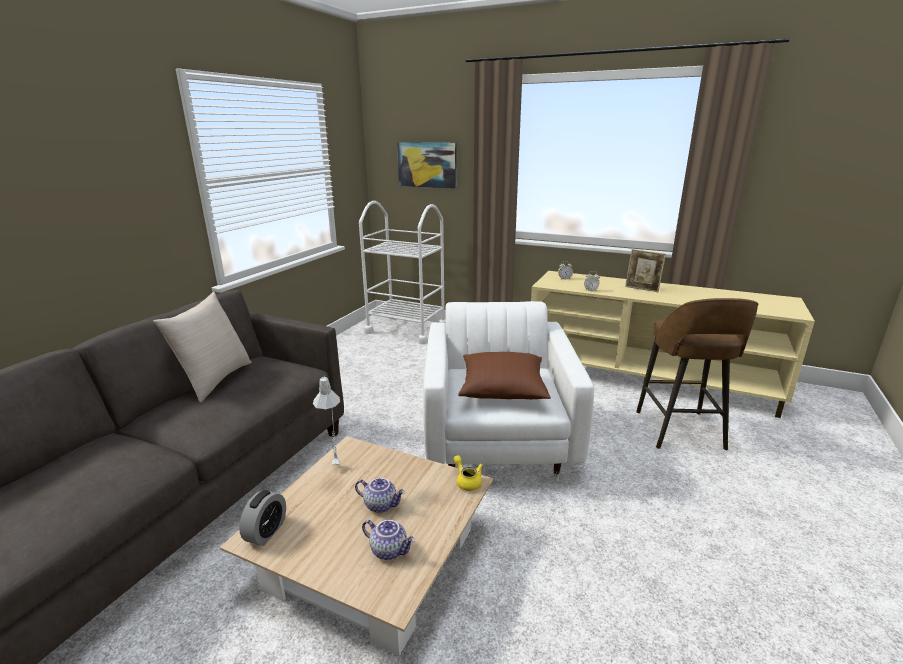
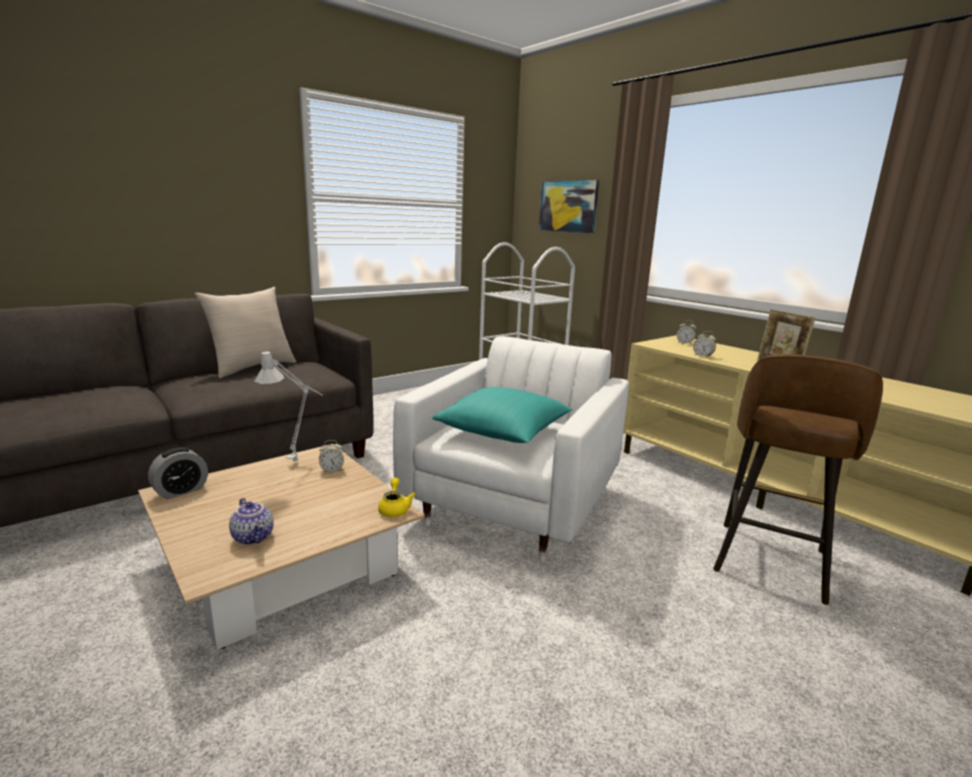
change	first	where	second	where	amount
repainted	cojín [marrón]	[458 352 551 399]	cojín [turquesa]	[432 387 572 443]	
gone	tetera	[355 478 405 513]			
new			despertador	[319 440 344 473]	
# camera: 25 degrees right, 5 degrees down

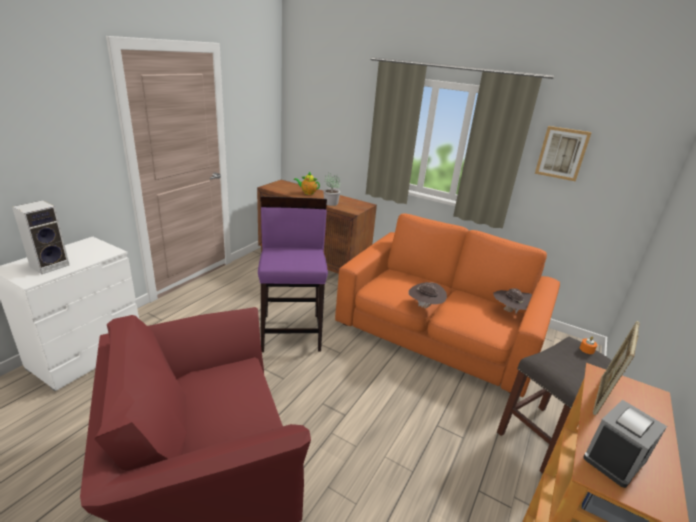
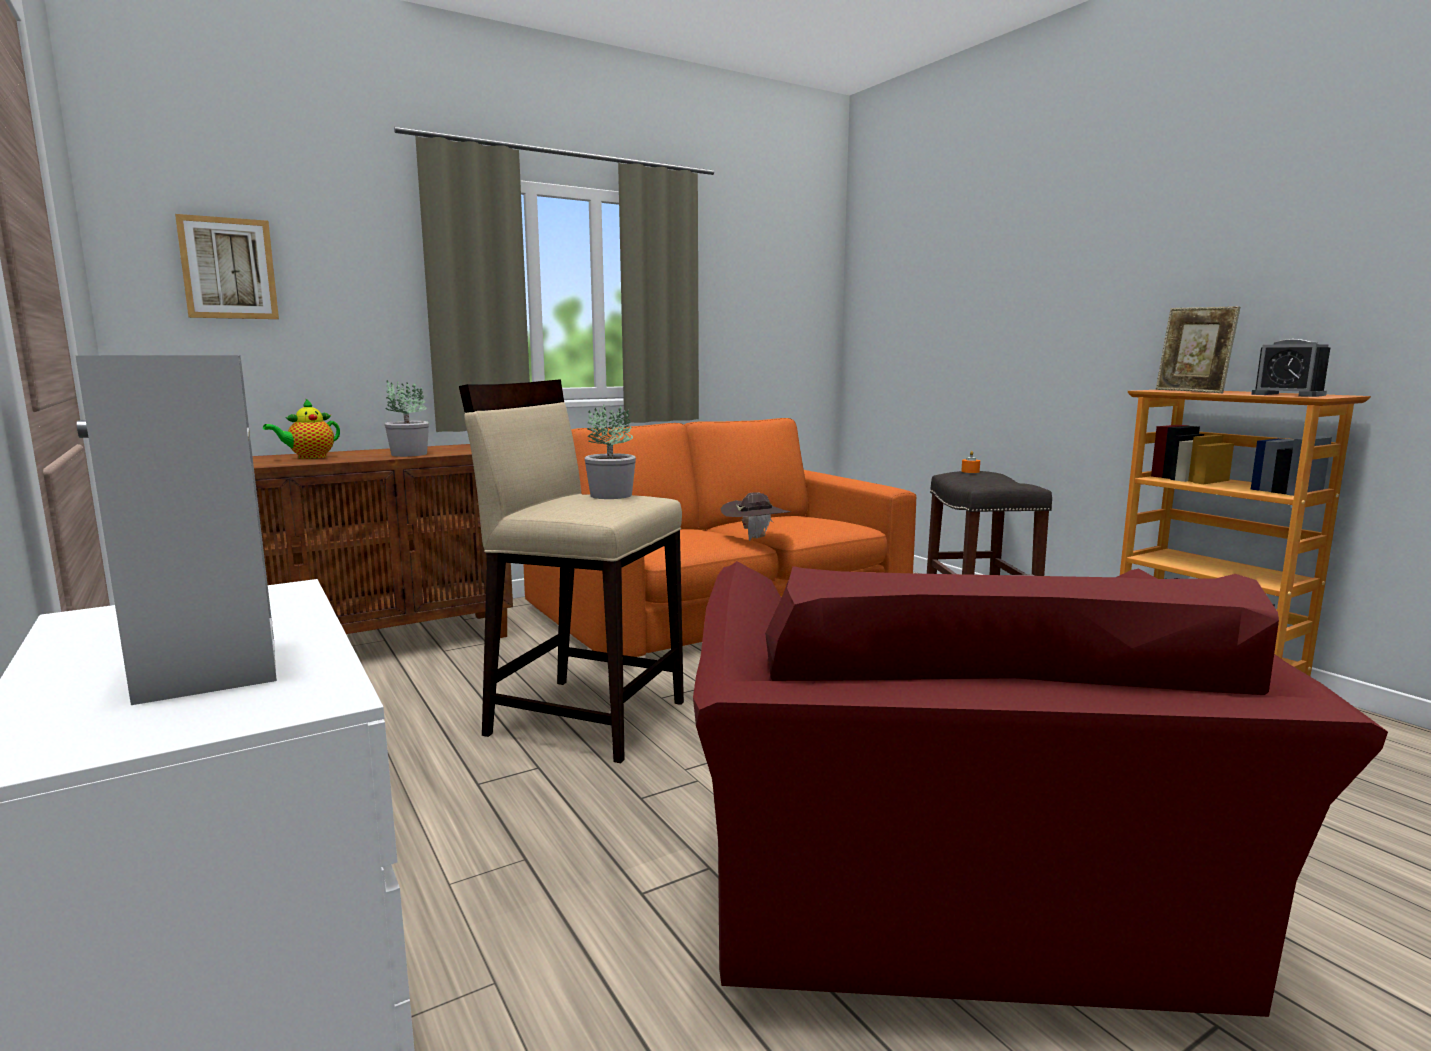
change	first	where	second	where	amount
shifted	cuadro	[535 126 592 181]		[175 214 279 319]	
repainted	taburete [morado]	[258 196 328 352]	taburete [beis]	[459 379 684 763]	
gone	sombrero [marrón]	[493 288 532 314]			
rotated	despertador	[583 400 667 488]		[1251 339 1330 397]	150 degrees clockwise
new			planta en maceta	[584 404 636 499]	
# camera: 60 degrees left, 15 degrees down

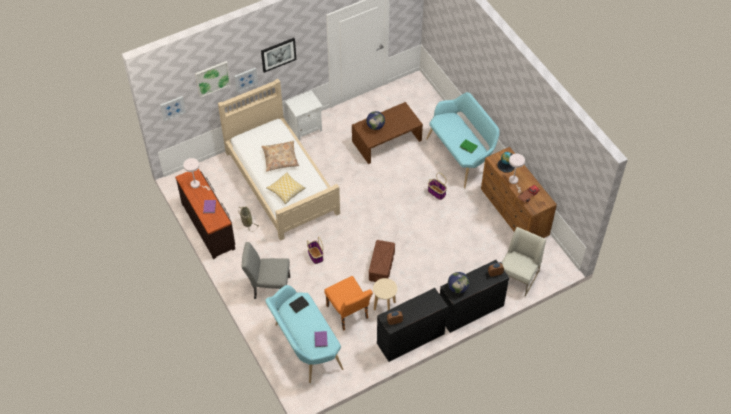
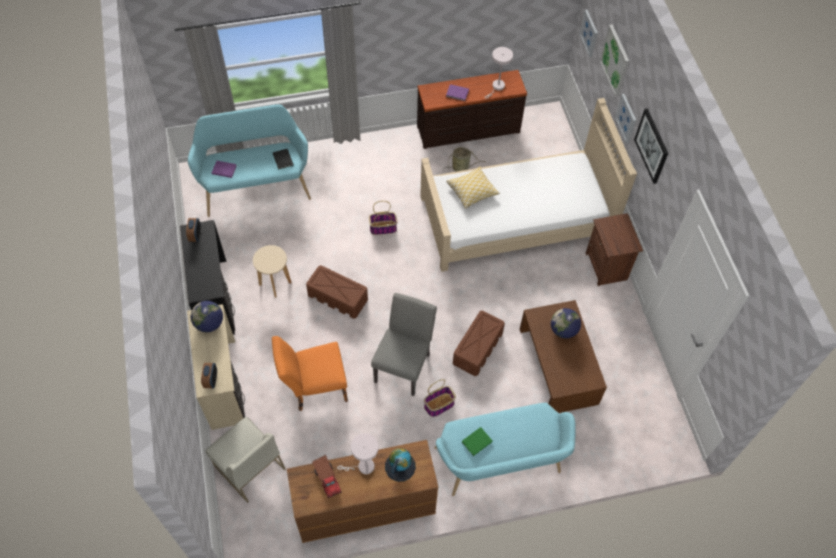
change	first	where	second	where	amount
repainted	mesita de noche [blanco]	[285 90 322 141]	mesita de noche [marrón]	[586 213 643 287]	
gone	cojín [beis]	[261 141 299 172]			
shifted	silla [gris]	[242 242 290 299]		[371 293 437 396]	
repainted	escritorio [negro]	[440 260 509 333]	escritorio [beis]	[187 304 245 430]	
shifted	silla [naranja]	[325 276 373 331]		[272 336 348 411]	
new			caja de almacenaje [marrón]	[453 311 505 376]	
# camera: 105 degrees right, 5 degrees up

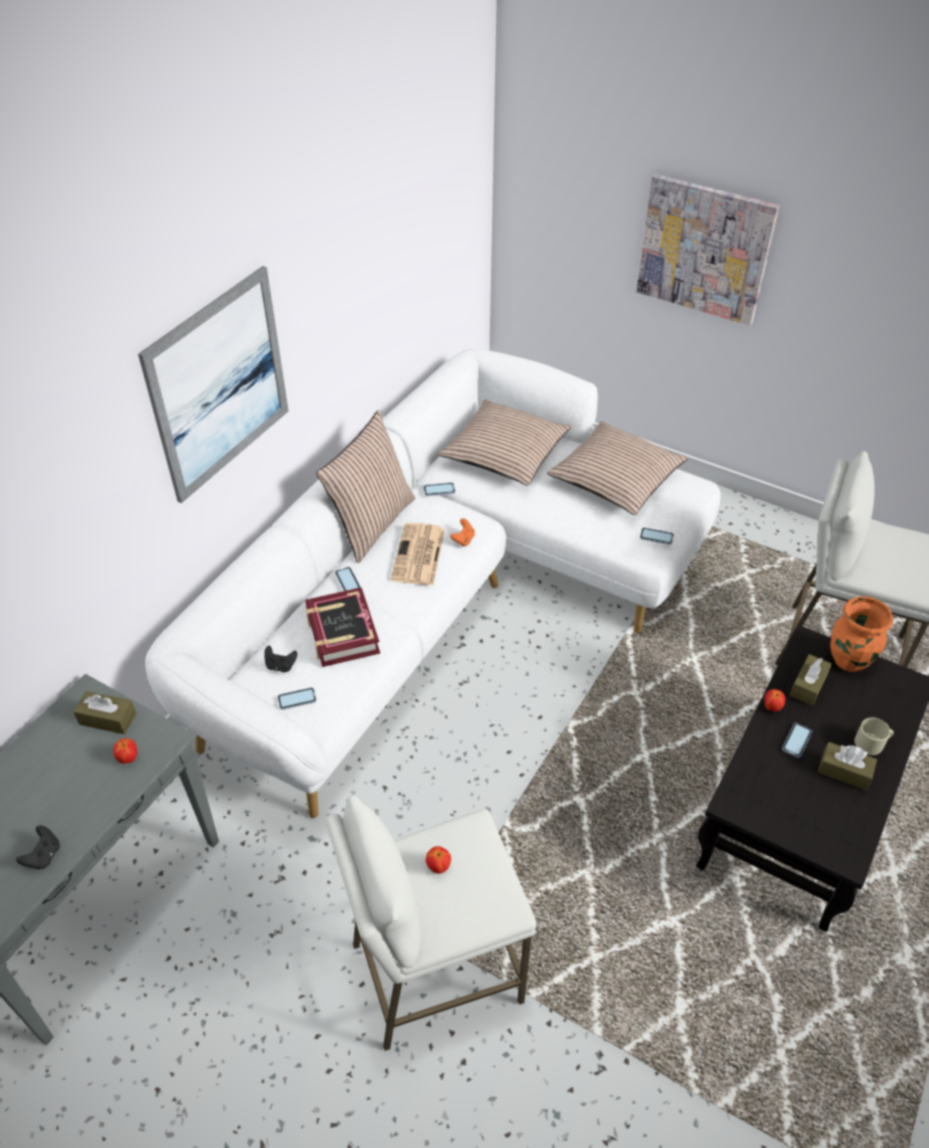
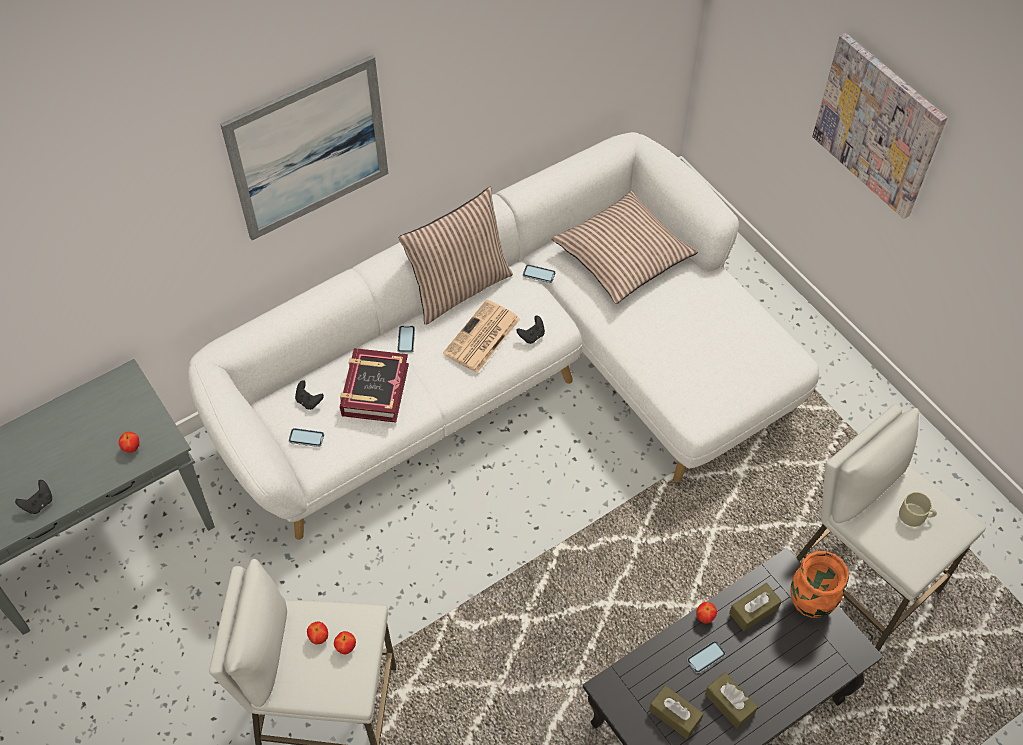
change	first	where	second	where	amount
gone	cojín	[547 421 688 515]			
repainted	mando de consola [naranja]	[450 518 475 547]	mando de consola [negro]	[516 315 545 344]	
gone	móvil	[640 528 674 545]			
shifted	caja de pañuelos [marrón]	[73 691 137 734]		[649 685 704 739]	
shifted	taza grande [beis]	[854 718 894 755]		[899 492 937 527]	
new			manzana	[334 631 356 654]	
# camera: 25 degrees right, 10 degrees up

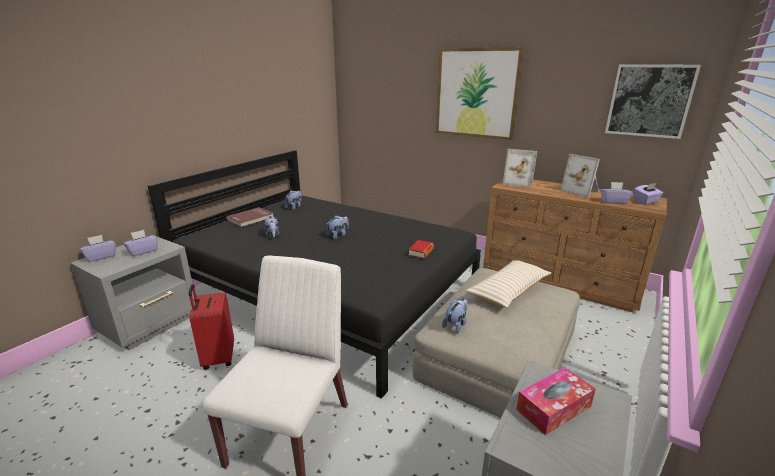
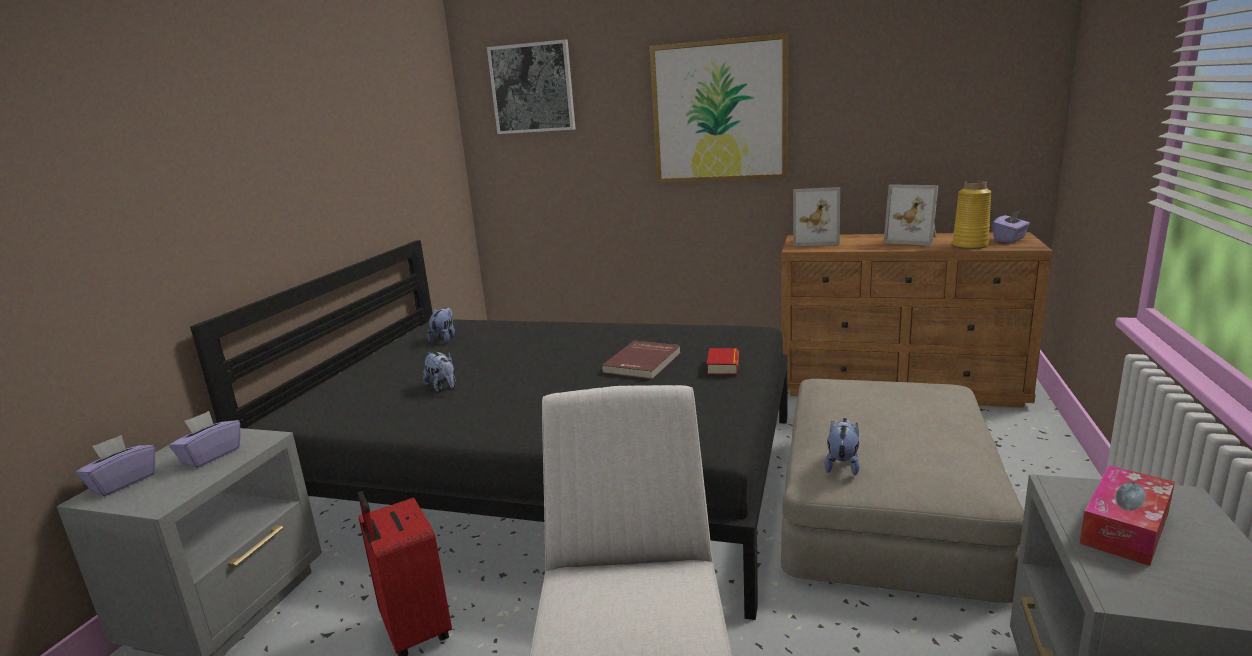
change	first	where	second	where	amount
shifted	cuadro	[605 64 701 139]		[487 39 576 134]	
swapped	caja de pañuelos [morado]	[600 182 633 204]	florero [amarillo]	[952 181 991 249]	
shifted	libro [rojo]	[226 207 273 227]		[601 341 681 379]	
gone	peluche	[326 215 349 239]			
gone	cojín [beis]	[466 260 551 308]			
# camera: 15 degrees left, 5 degrees down

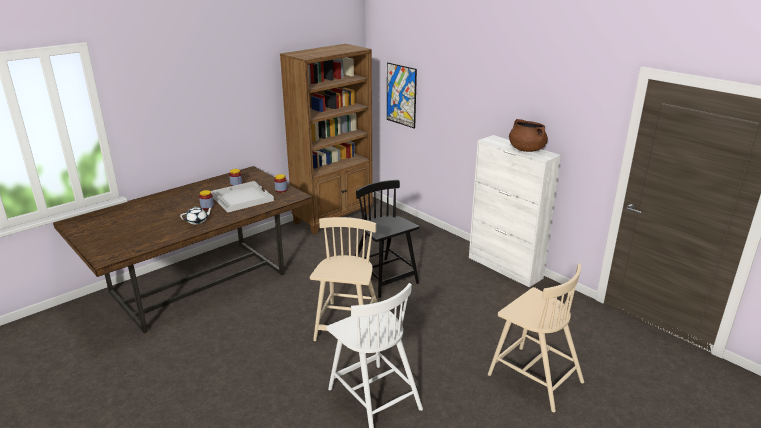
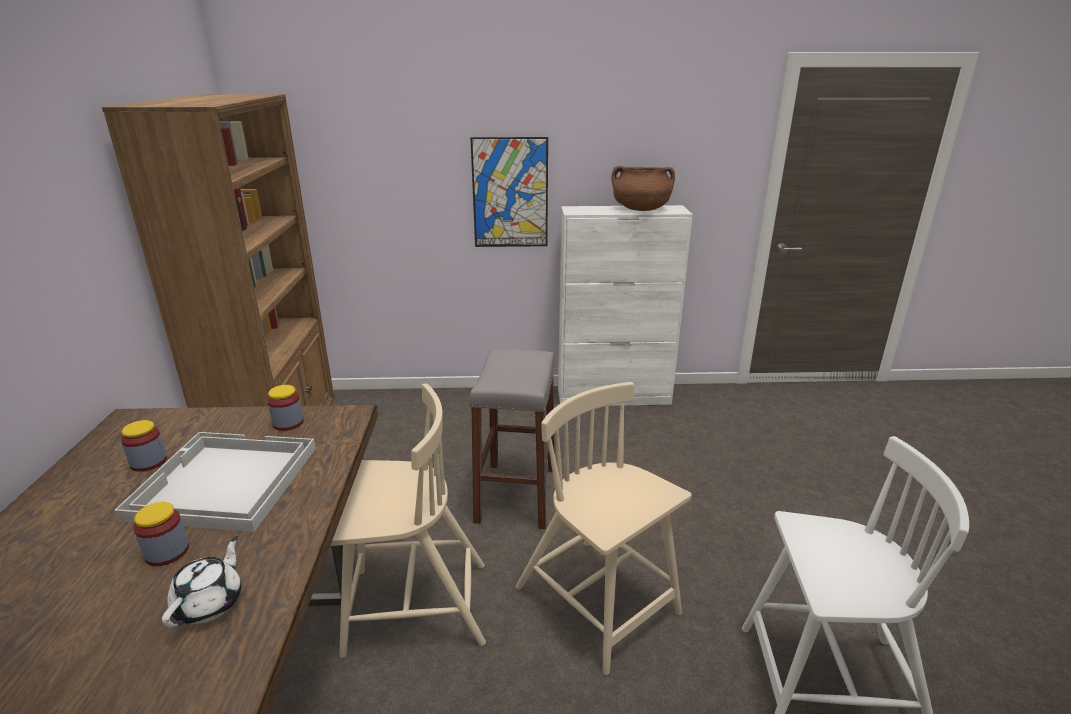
change	first	where	second	where	amount
shifted	cuadro	[387 62 417 129]		[470 137 548 247]	
swapped	silla [negro]	[355 180 419 298]	taburete [gris]	[469 349 555 529]	
shifted	silla [beis]	[488 263 584 413]		[331 383 486 658]	
# camera: 50 degrees left, 0 degrees up

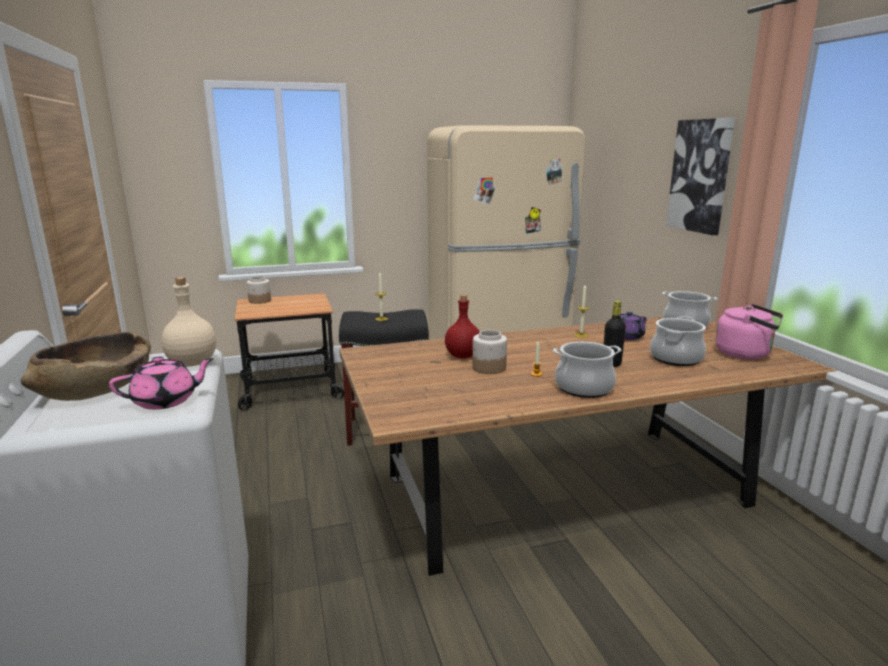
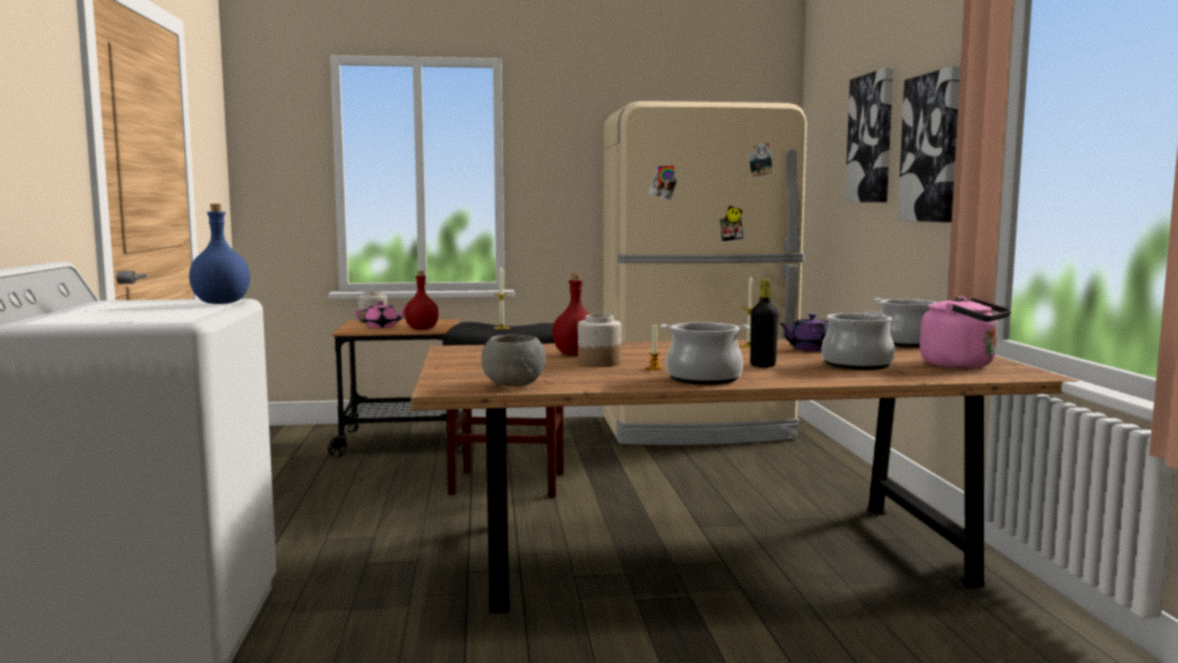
change	first	where	second	where	amount
repainted	botella [beis]	[161 277 216 367]	botella [azul]	[189 204 250 304]	
gone	cuenco [marrón]	[21 332 151 401]			
shifted	tetera [rosa]	[109 356 214 410]		[356 301 406 328]	
new			cuadro	[845 68 893 202]	
new			botella [rojo]	[404 271 439 330]	
new			cuenco [gris]	[482 334 546 387]	
# camera: 10 degrees right, 10 degrees down

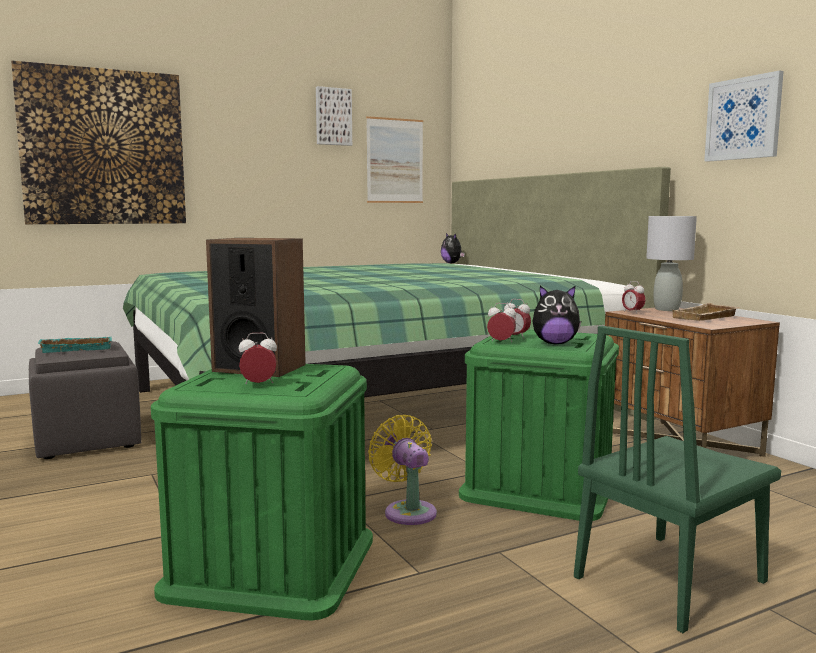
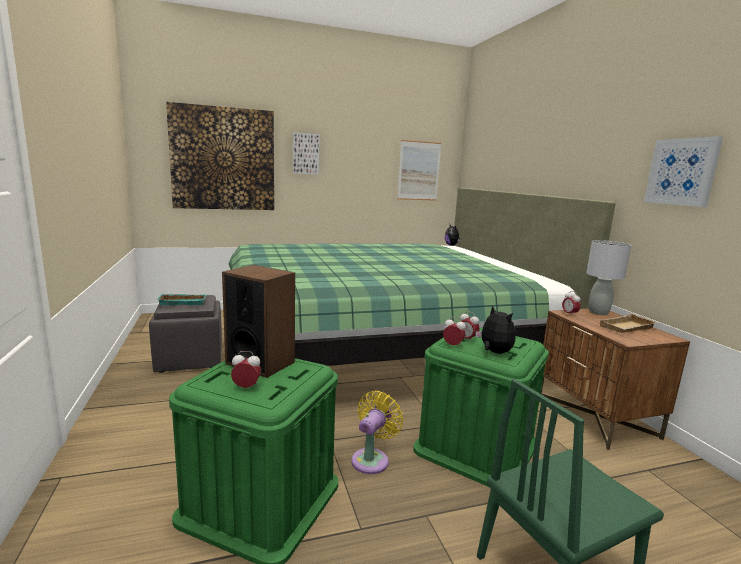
change	first	where	second	where	amount
shifted	cuadro	[316 86 352 146]		[293 132 320 175]	
rotated	peluche	[533 286 581 344]		[476 306 516 354]	135 degrees counterclockwise
rotated	ventilador [amarillo]	[368 415 437 525]		[351 391 403 474]	45 degrees clockwise
# camera: 10 degrees right, 5 degrees up

